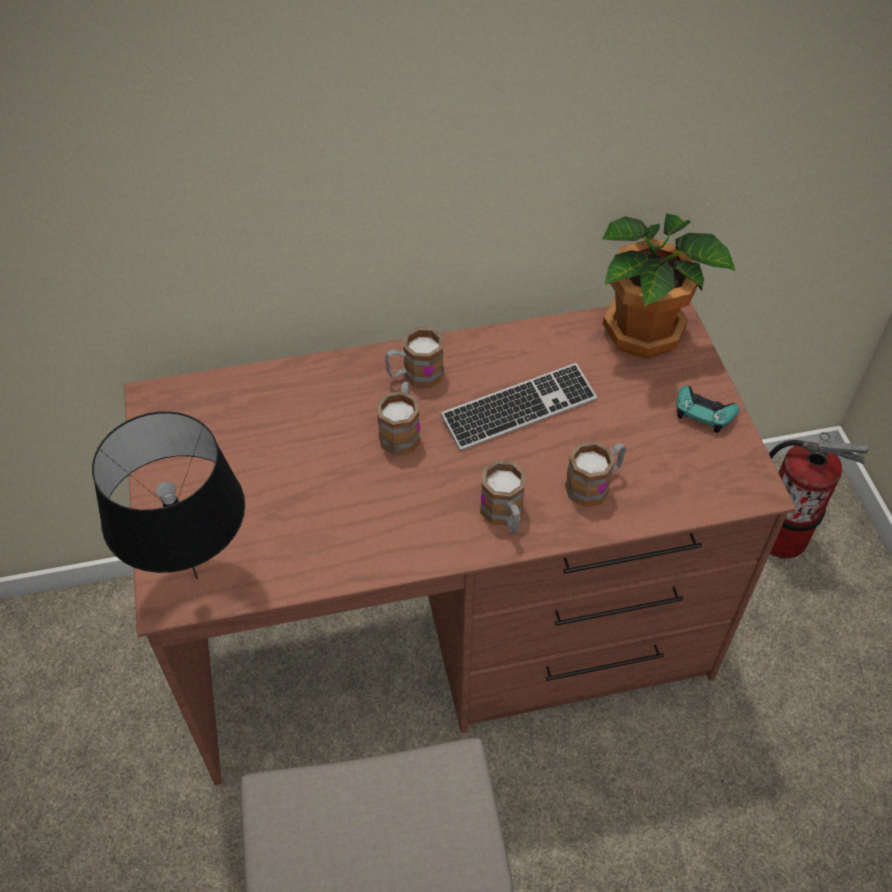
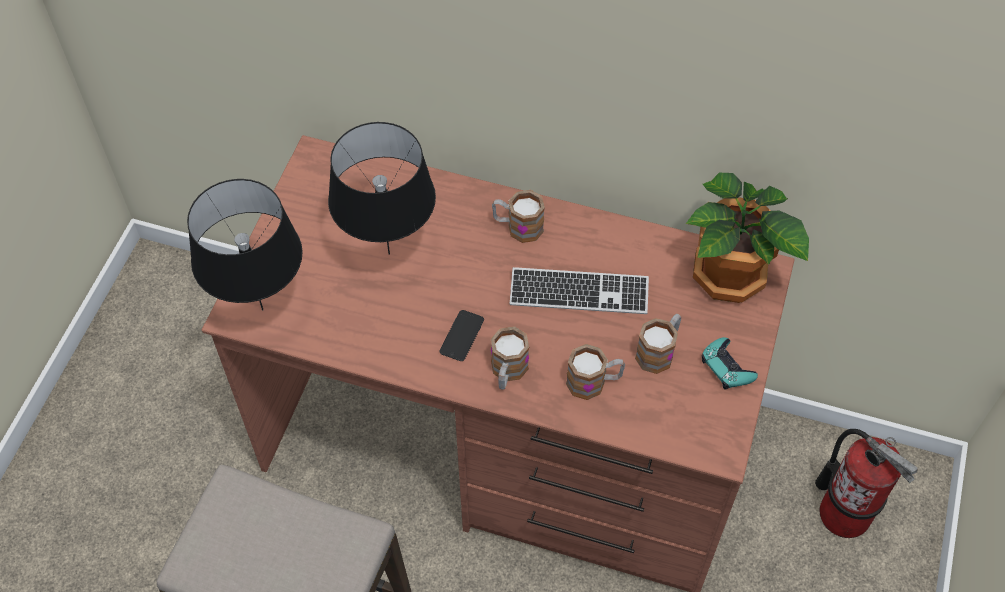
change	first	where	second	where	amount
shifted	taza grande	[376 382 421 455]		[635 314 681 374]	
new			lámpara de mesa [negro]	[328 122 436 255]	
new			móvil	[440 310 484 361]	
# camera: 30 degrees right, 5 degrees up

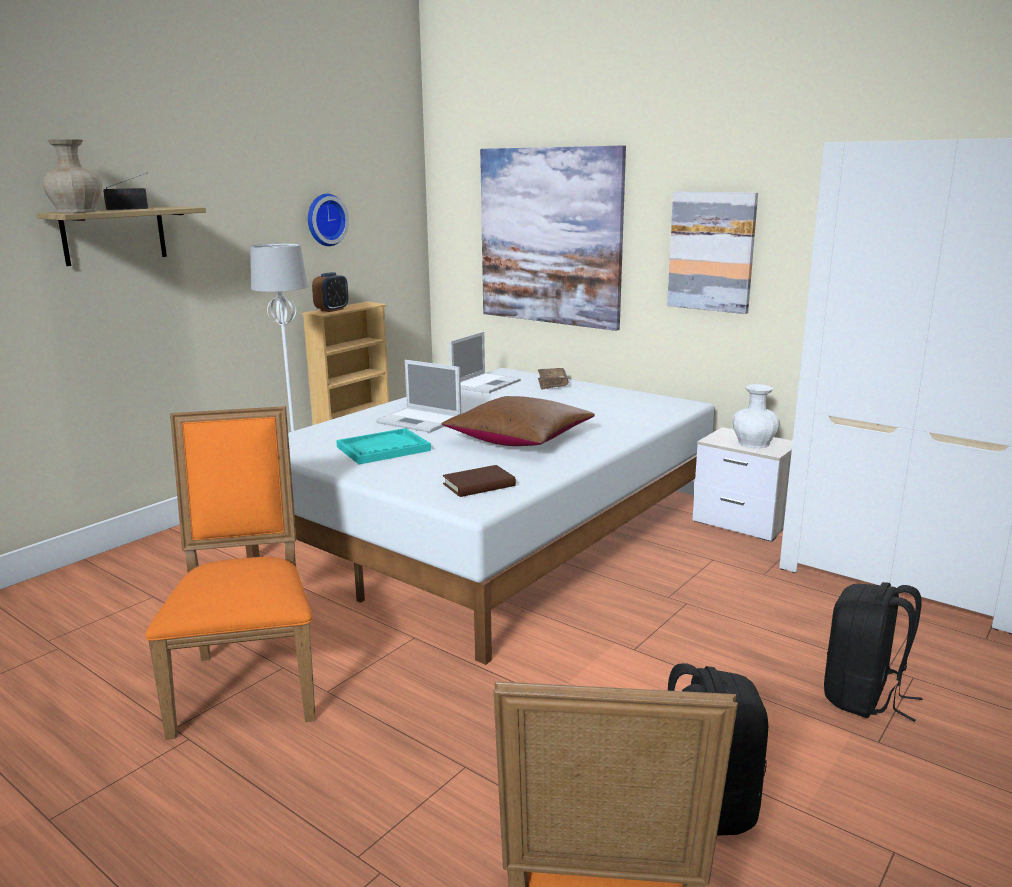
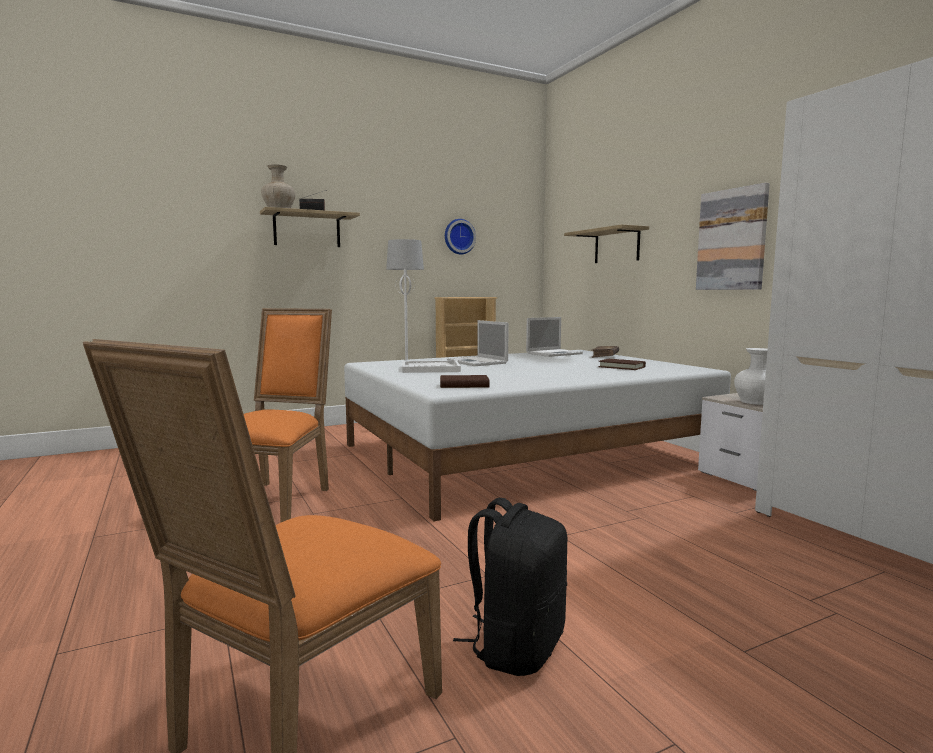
change	first	where	second	where	amount
swapped	cuadro	[480 145 626 331]	estante	[564 224 649 263]	
gone	despertador	[312 272 349 312]			
gone	cojín [marrón]	[441 396 595 446]			
repainted	bandeja [turquesa]	[336 428 431 465]	bandeja [blanco]	[402 361 461 373]	
gone	mochila [negro]	[824 582 923 722]			
new			libro [marrón]	[598 359 646 370]	
# camera: 25 degrees right, 10 degrees down

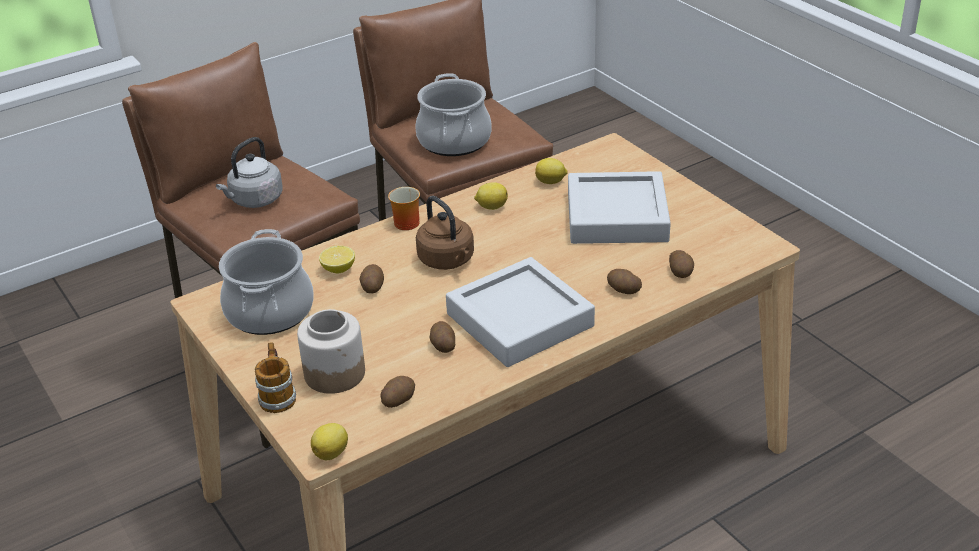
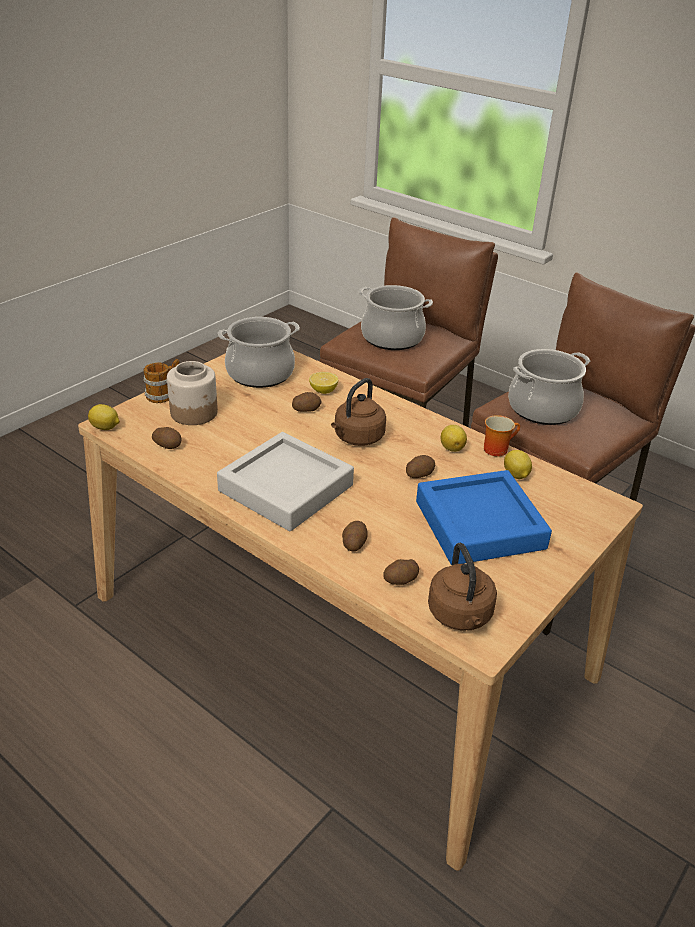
change	first	where	second	where	amount
swapped	hervidor [gris]	[216 137 283 208]	olla	[359 285 433 350]	
repainted	bandeja [gris]	[568 171 671 244]	bandeja [azul]	[416 470 552 565]	
shifted	taza grande	[388 187 420 230]		[484 415 520 457]	
shifted	patata	[429 321 455 353]		[406 455 435 478]	
new			hervidor [marrón]	[428 543 497 630]	
# camera: 70 degrees right, 0 degrees up

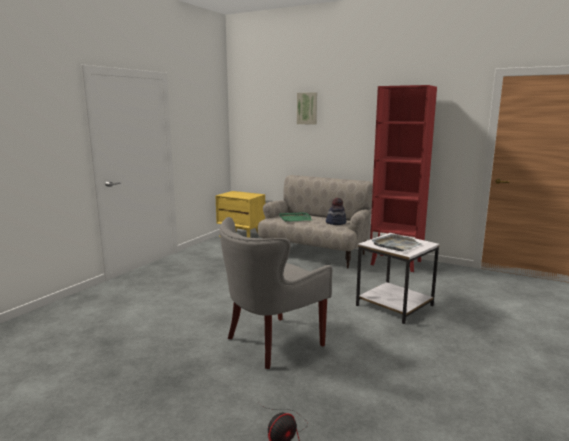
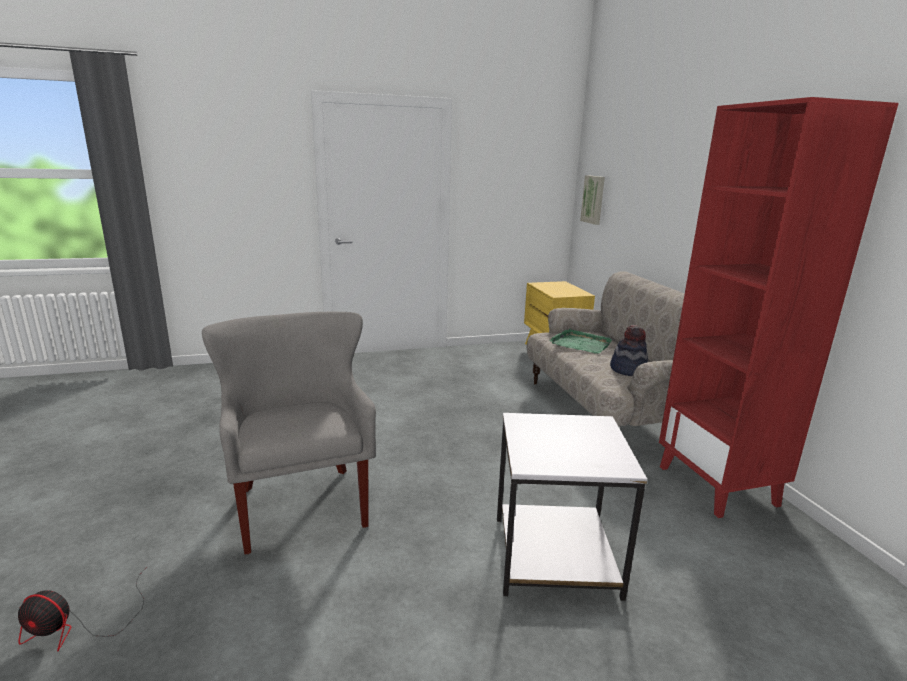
change	first	where	second	where	amount
shifted	cuadro	[297 92 317 125]		[580 175 605 225]	
rotated	sillón [gris]	[220 217 333 369]		[202 312 376 555]	60 degrees clockwise
gone	bandeja [gris]	[372 234 422 251]			
# camera: 45 degrees right, 5 degrees up

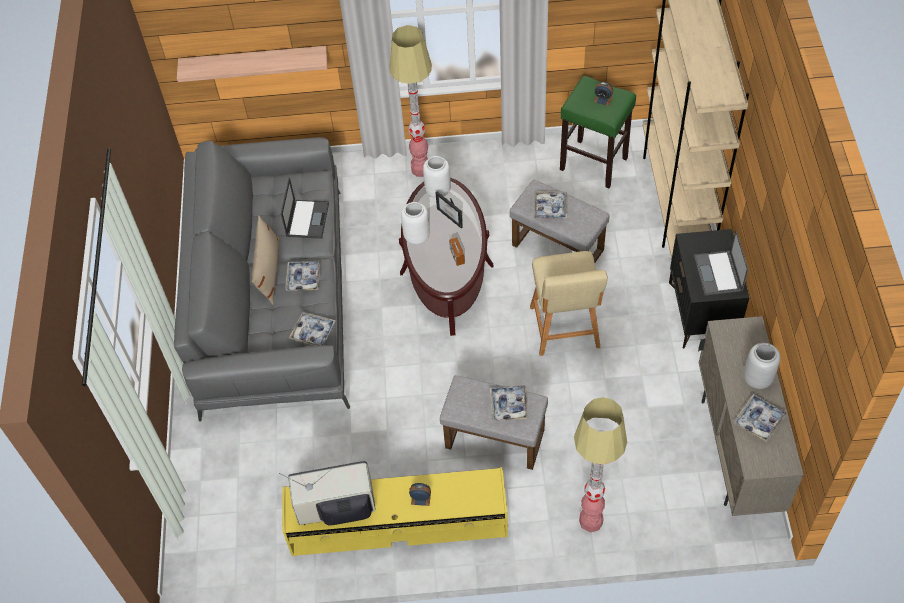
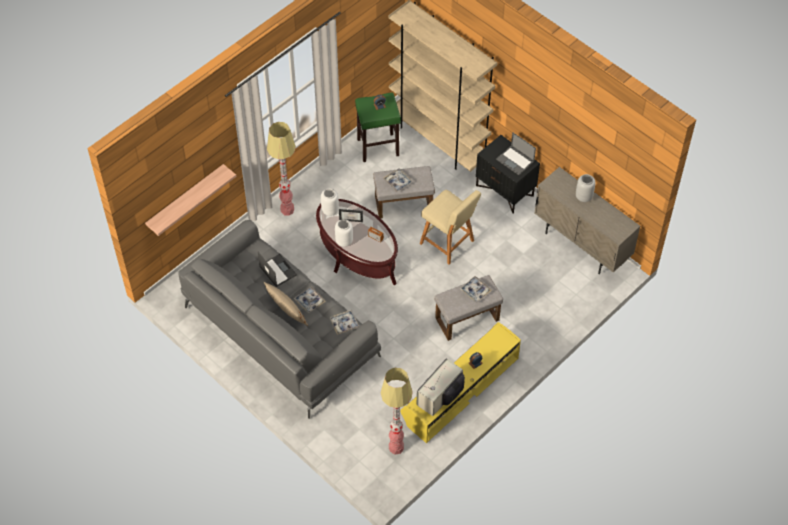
change	first	where	second	where	amount
gone	bandeja	[734 394 787 442]			
shifted	lámpara de pie	[574 397 627 533]		[381 368 413 455]	
# camera: 45 degrees left, 0 degrees up

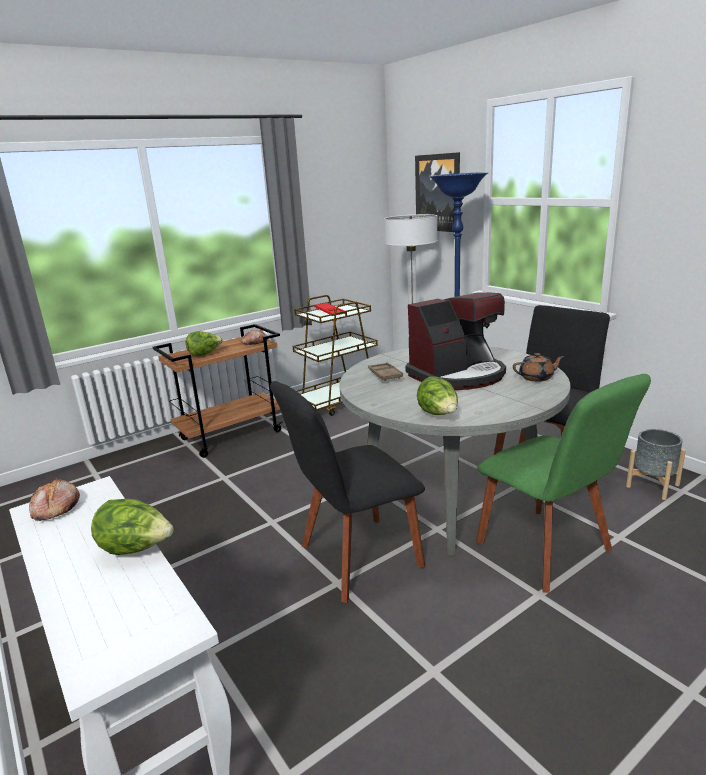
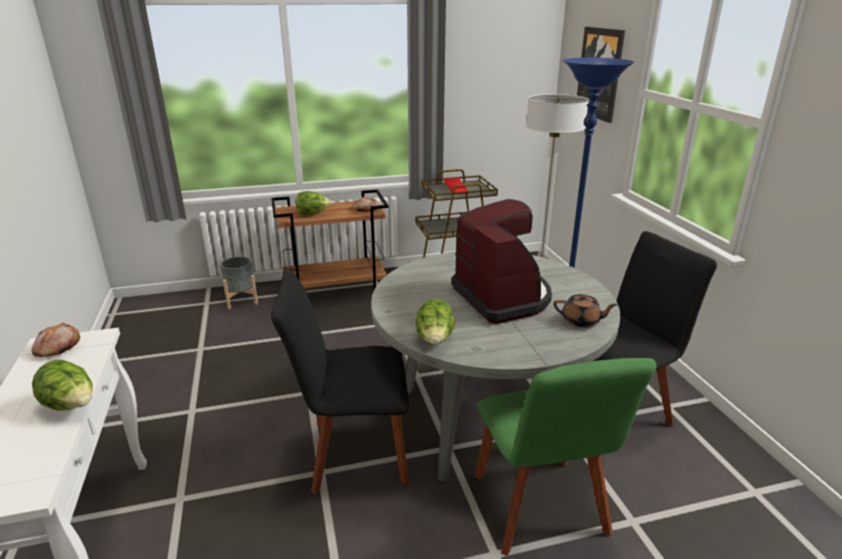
change	first	where	second	where	amount
rotated	cafetera	[406 292 506 390]		[451 199 552 324]	105 degrees counterclockwise
gone	bandeja [marrón]	[368 362 403 381]			
shifted	maceta [gris]	[626 429 686 500]		[220 257 258 309]	
# camera: 20 degrees right, 5 degrees up

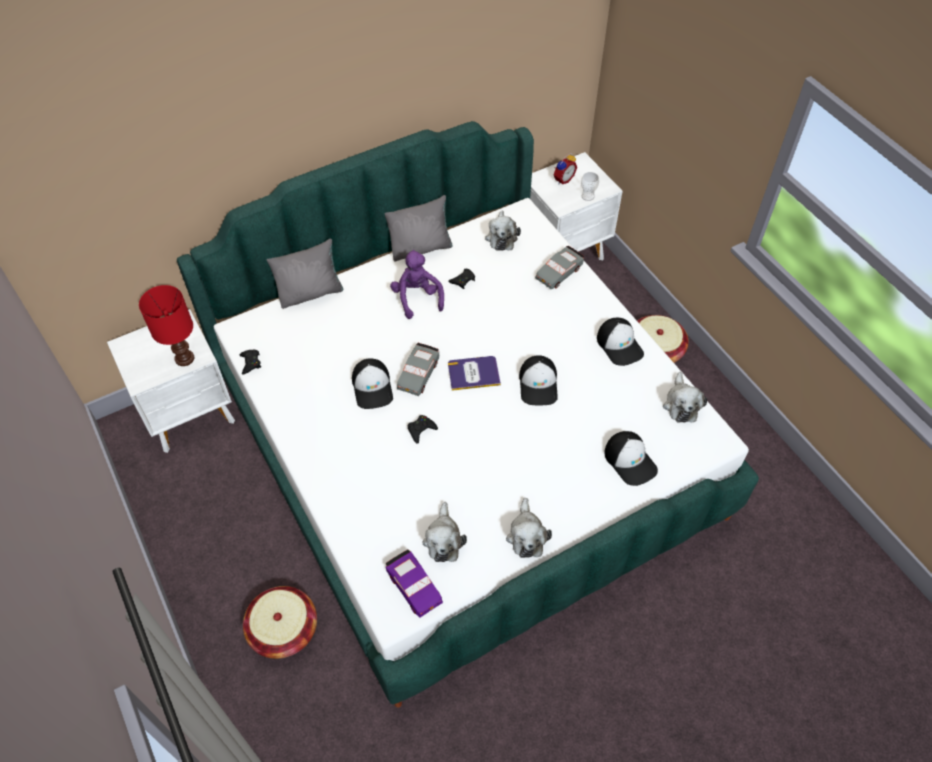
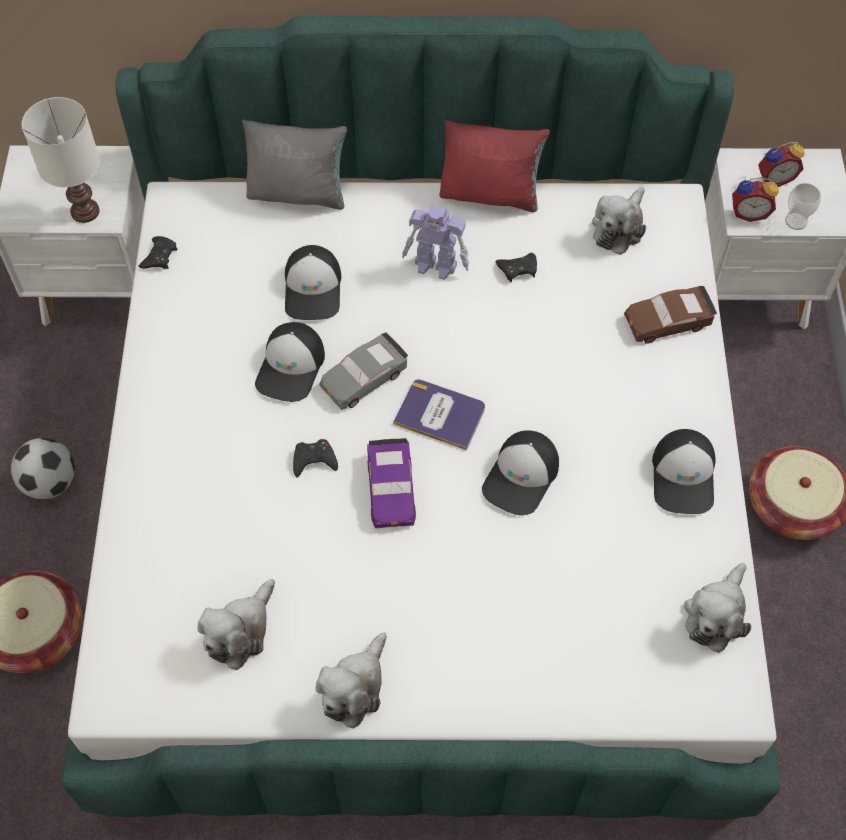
change	first	where	second	where	amount
repainted	cojín [gris]	[384 195 453 261]	cojín [rojo]	[439 121 550 212]	
repainted	coche de juguete [gris]	[535 246 584 289]	coche de juguete [marrón]	[624 286 717 344]	
swapped	peluche [morado]	[390 250 444 319]	robot de juguete	[402 205 469 280]	
repainted	lámpara de mesa [rojo]	[139 285 194 366]	lámpara de mesa [blanco]	[22 97 100 223]	
shifted	gorra	[605 431 658 486]		[285 245 341 320]	
shifted	coche de juguete [morado]	[386 549 443 617]		[367 438 416 528]	
new			despertador	[732 177 779 222]	
new			balón de fútbol	[11 438 75 499]	
# camera: 30 degrees right, 5 degrees up

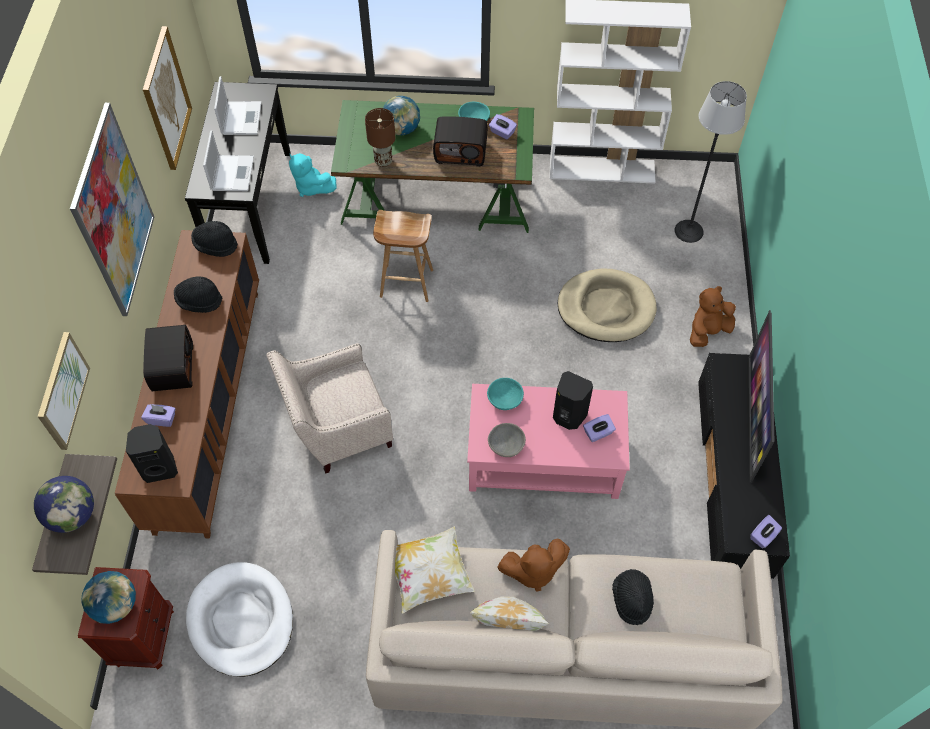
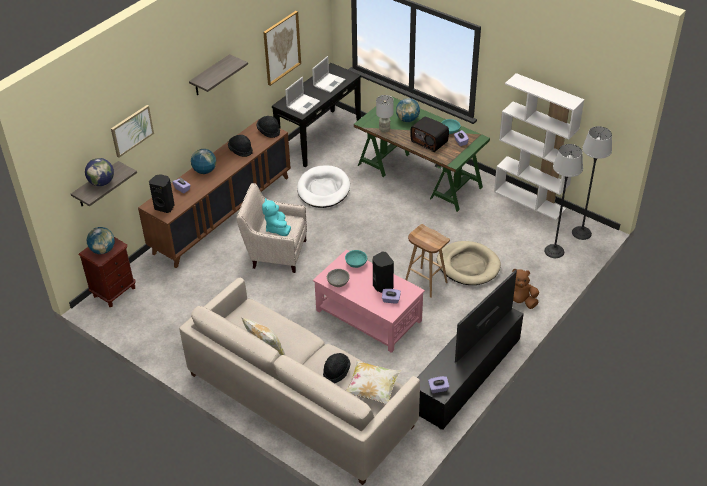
change	first	where	second	where	amount
swapped	cuadro	[70 103 154 316]	estante	[189 54 248 95]	
repainted	lámpara de mesa [marrón]	[365 108 395 167]	lámpara de mesa [gris]	[376 95 394 133]	
shifted	peluche [turquesa]	[289 153 337 197]		[262 198 291 236]	
shifted	taburete [marrón]	[373 210 433 302]		[405 224 450 298]	
swapped	radio	[143 325 193 391]	globo terráqueo	[191 149 216 174]	
shifted	cojín	[395 526 475 614]		[346 360 401 404]	
gone	peluche [marrón]	[497 539 570 591]			
shifted	cama para perro [blanco]	[186 562 293 677]		[297 165 350 208]	
new			lámpara de pie	[572 126 612 240]	
# camera: 35 degrees right, 15 degrees down

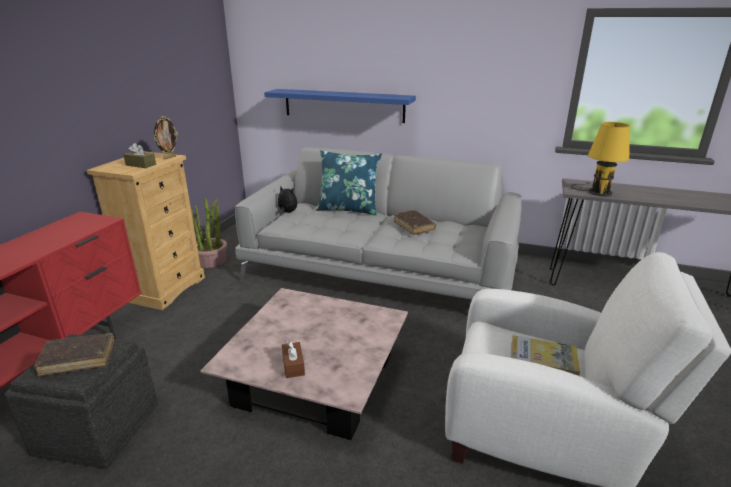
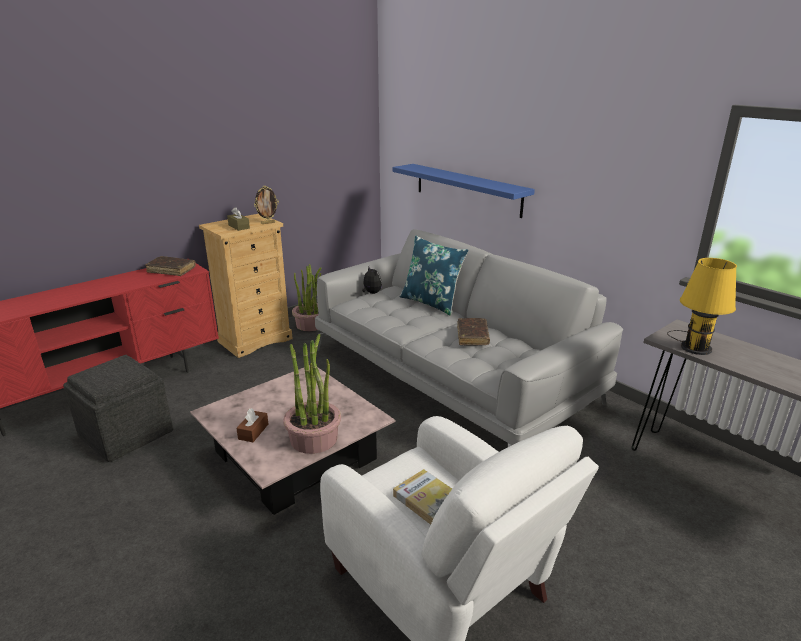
change	first	where	second	where	amount
shifted	libro [marrón]	[34 333 114 377]		[145 256 196 276]	
new			planta en maceta	[283 334 341 454]	
# camera: 30 degrees right, 0 degrees up

